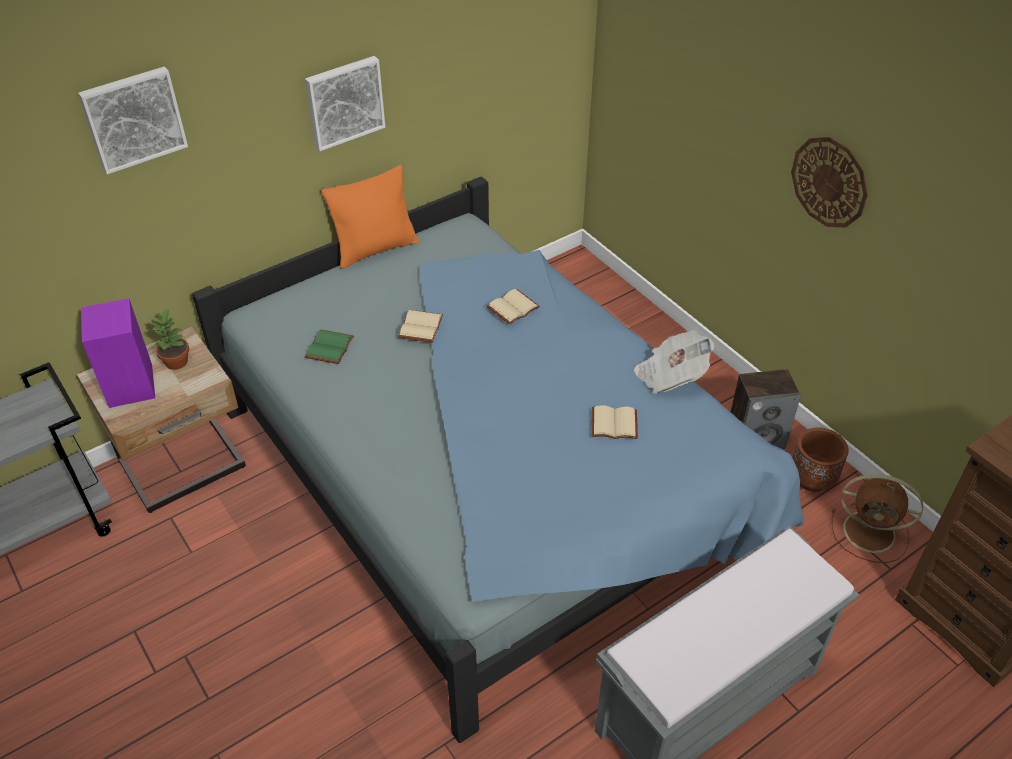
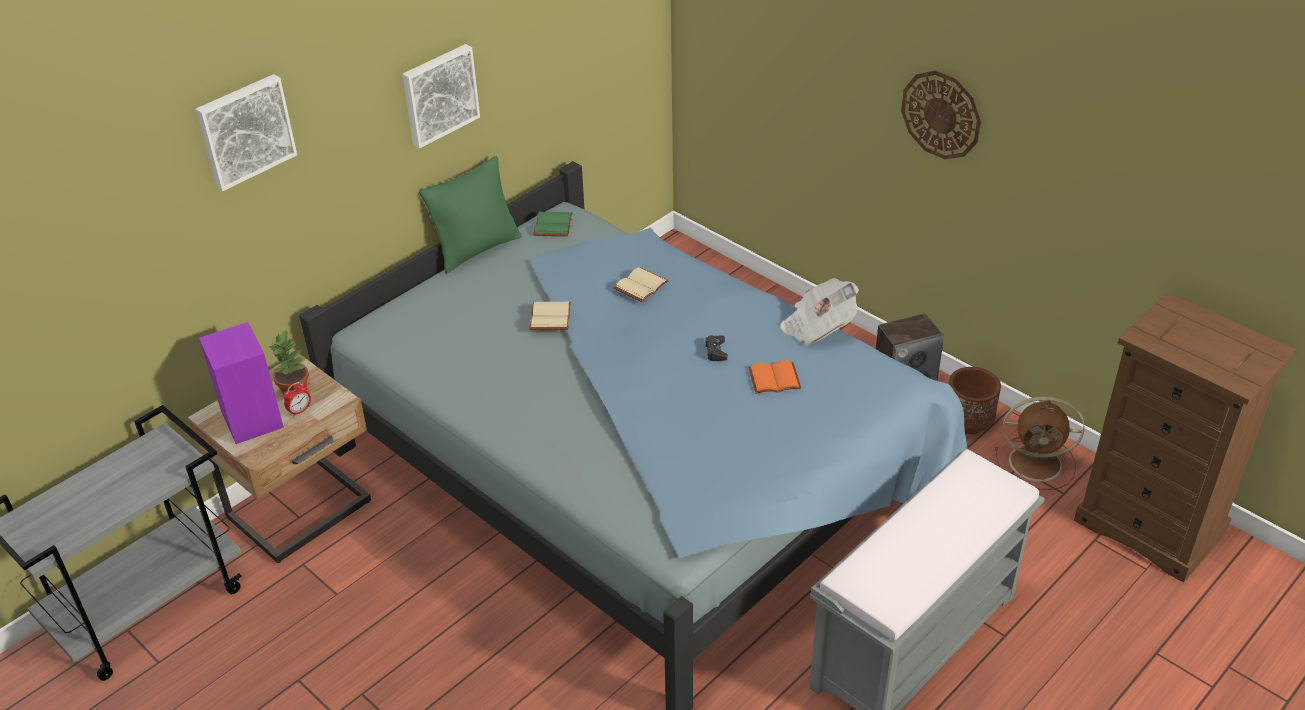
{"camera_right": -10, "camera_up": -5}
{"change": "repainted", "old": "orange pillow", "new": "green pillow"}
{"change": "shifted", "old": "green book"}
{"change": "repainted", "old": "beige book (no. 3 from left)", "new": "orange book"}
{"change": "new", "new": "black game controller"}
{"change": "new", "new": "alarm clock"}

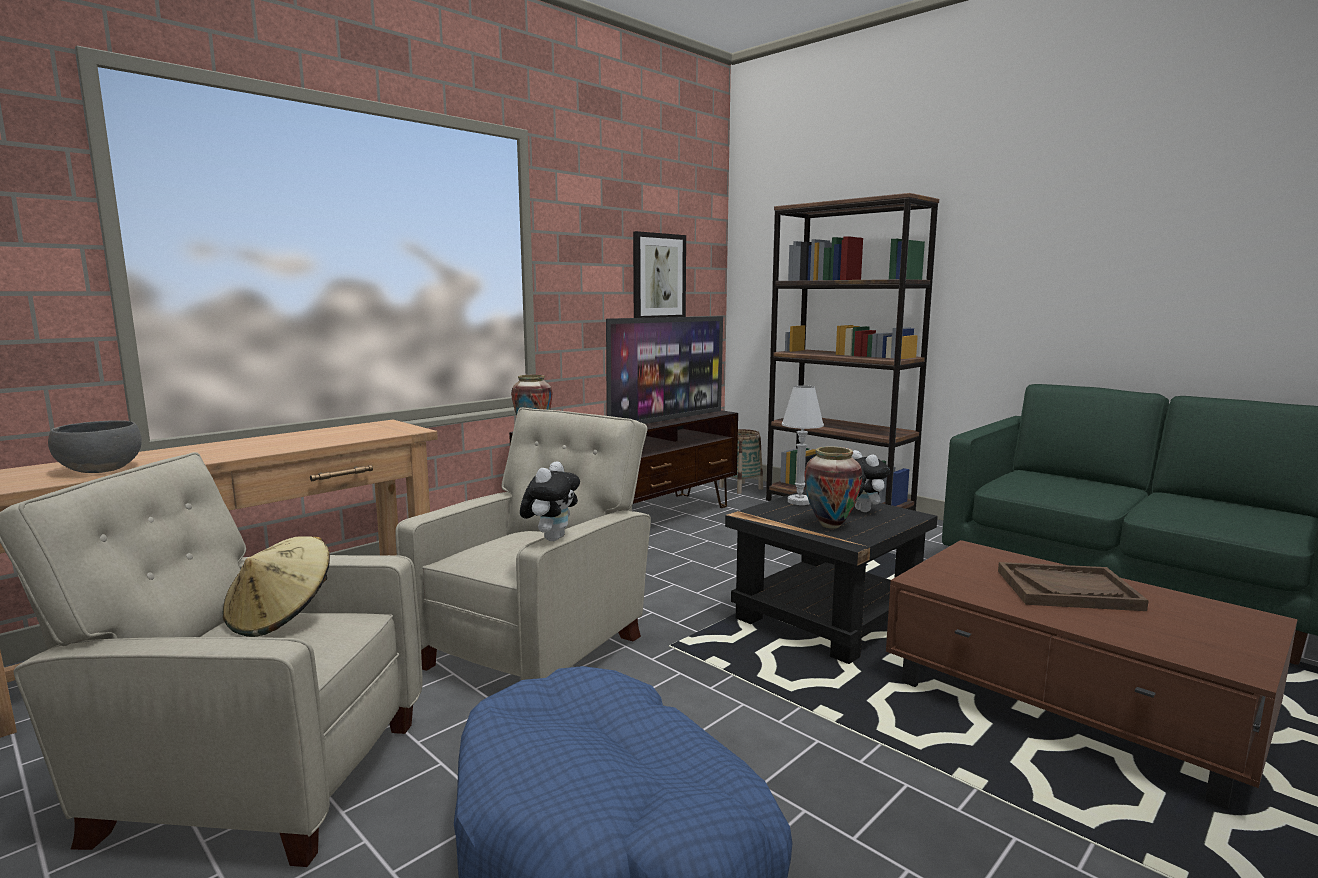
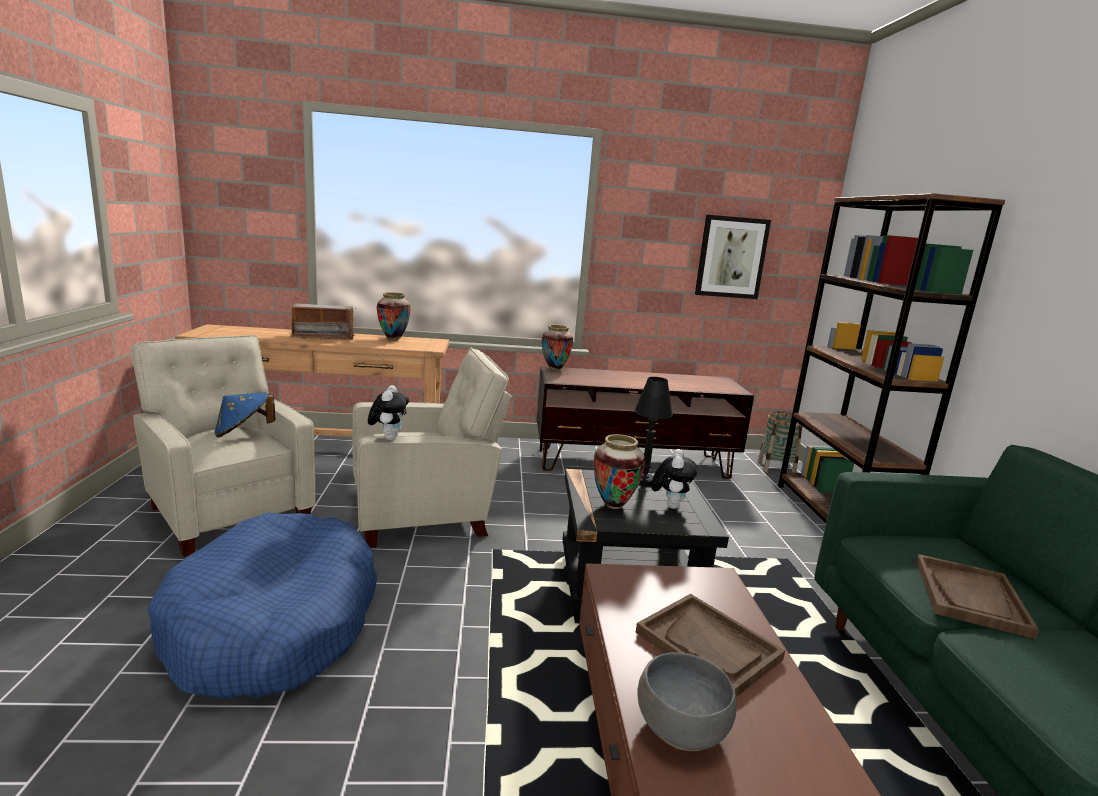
{"camera_right": 40, "camera_up": 5}
{"change": "gone", "old": "television"}
{"change": "repainted", "old": "white table lamp", "new": "black table lamp"}
{"change": "shifted", "old": "grey bowl"}
{"change": "rotated", "old": "plush toy (no. 1 from left)", "degrees": -60}
{"change": "repainted", "old": "beige hat", "new": "blue hat"}
{"change": "new", "new": "vase (no. 1 from left)"}
{"change": "new", "new": "radio"}
{"change": "new", "new": "brown tray (no. 2 from left)"}

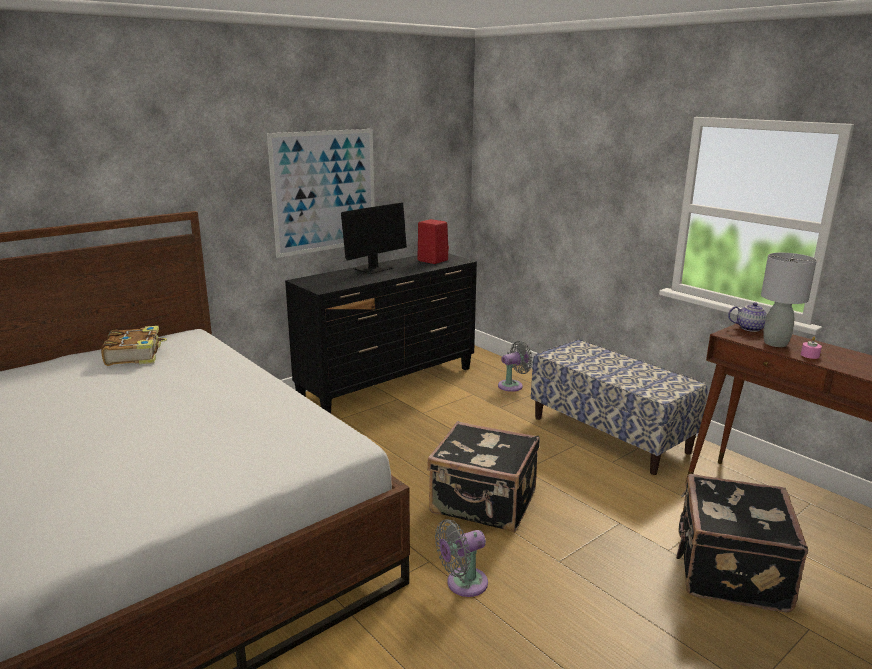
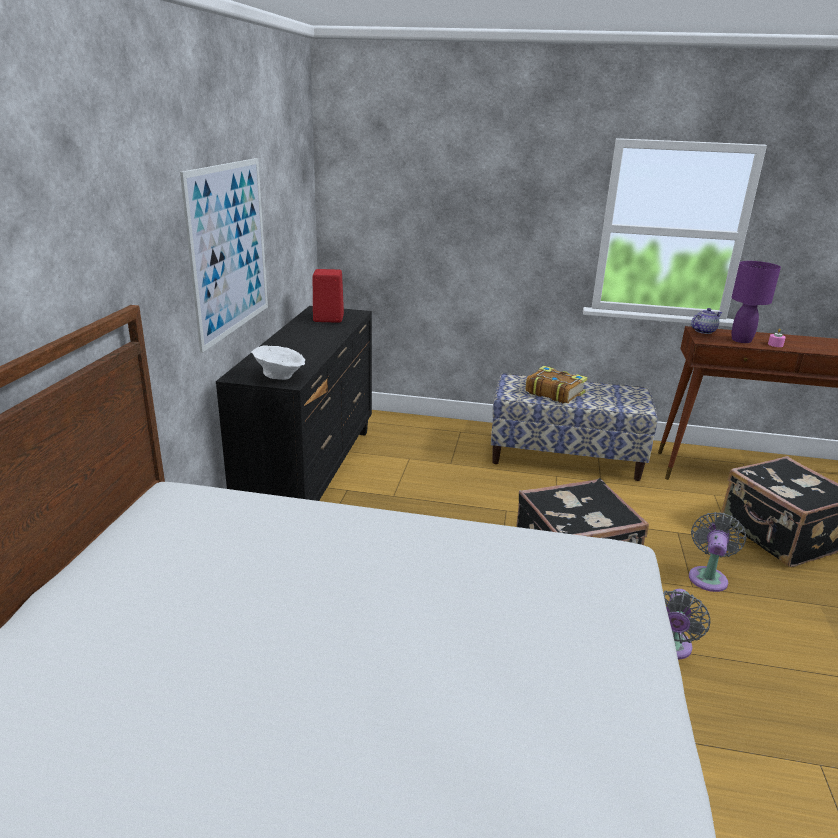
{"camera_right": -40, "camera_up": 5}
{"change": "gone", "old": "monitor"}
{"change": "repainted", "old": "grey table lamp", "new": "purple table lamp"}
{"change": "shifted", "old": "book"}
{"change": "shifted", "old": "grey fan (no. 2 from left)"}
{"change": "new", "new": "white bowl"}

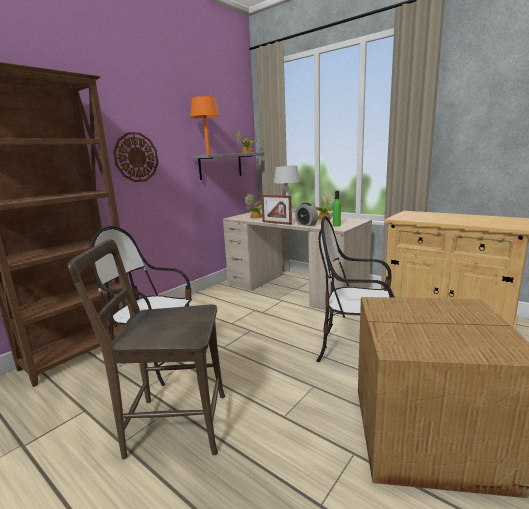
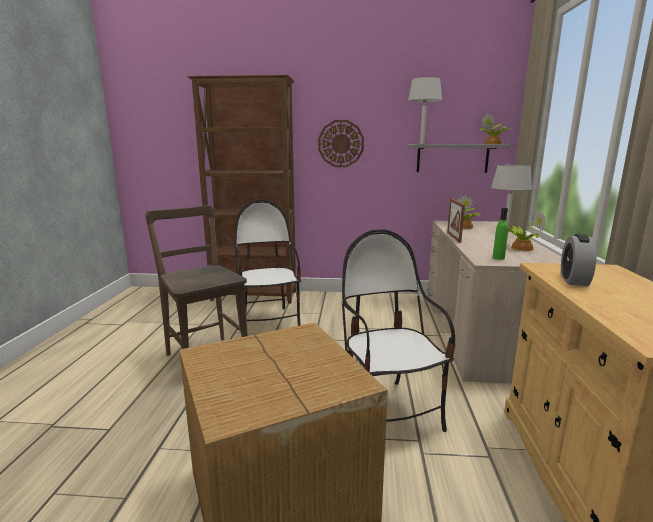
{"camera_right": 55, "camera_up": 0}
{"change": "repainted", "old": "orange table lamp", "new": "grey table lamp (no. 1 from left)"}
{"change": "shifted", "old": "alarm clock"}

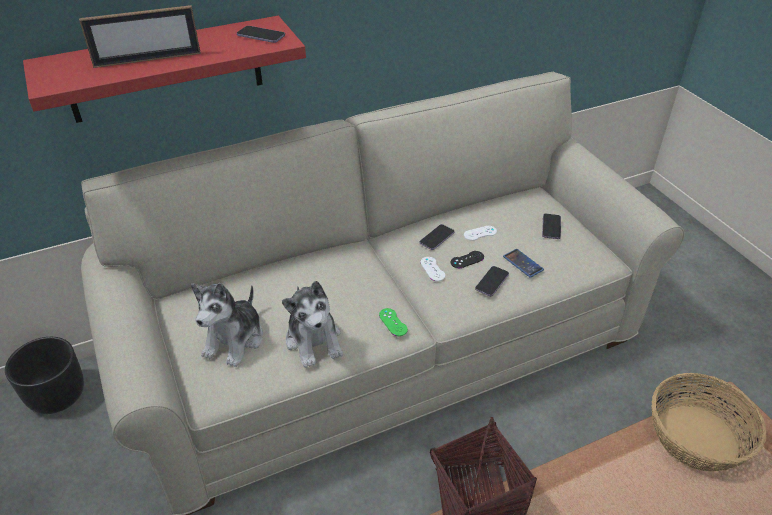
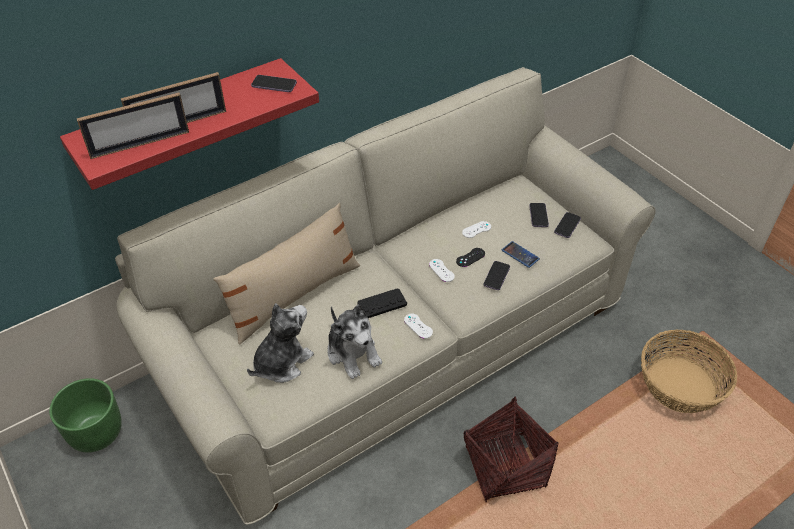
{"camera_right": -10, "camera_up": 5}
{"change": "shifted", "old": "phone (no. 2 from left in the first image)", "new": "phone (no. 5 from left)"}
{"change": "rotated", "old": "plush toy (no. 1 from left)", "degrees": -150}
{"change": "repainted", "old": "green game controller", "new": "white game controller (no. 1 from left)"}
{"change": "repainted", "old": "black planter", "new": "green planter"}
{"change": "new", "new": "picture frame (no. 1 from left)"}
{"change": "new", "new": "beige pillow"}
{"change": "new", "new": "black game controller (no. 1 from left)"}

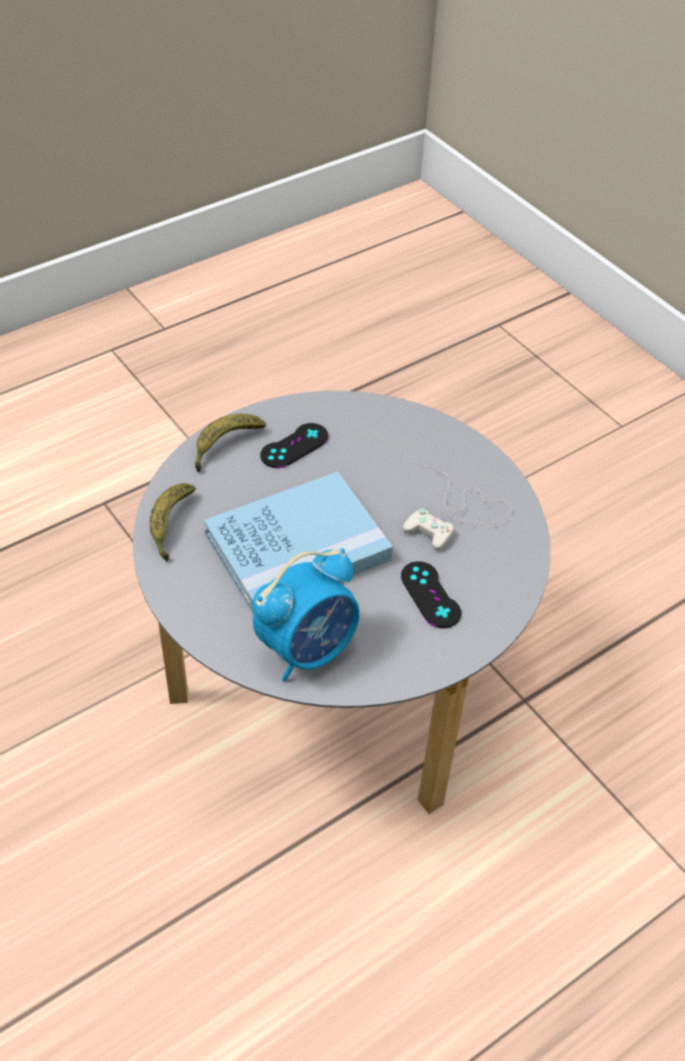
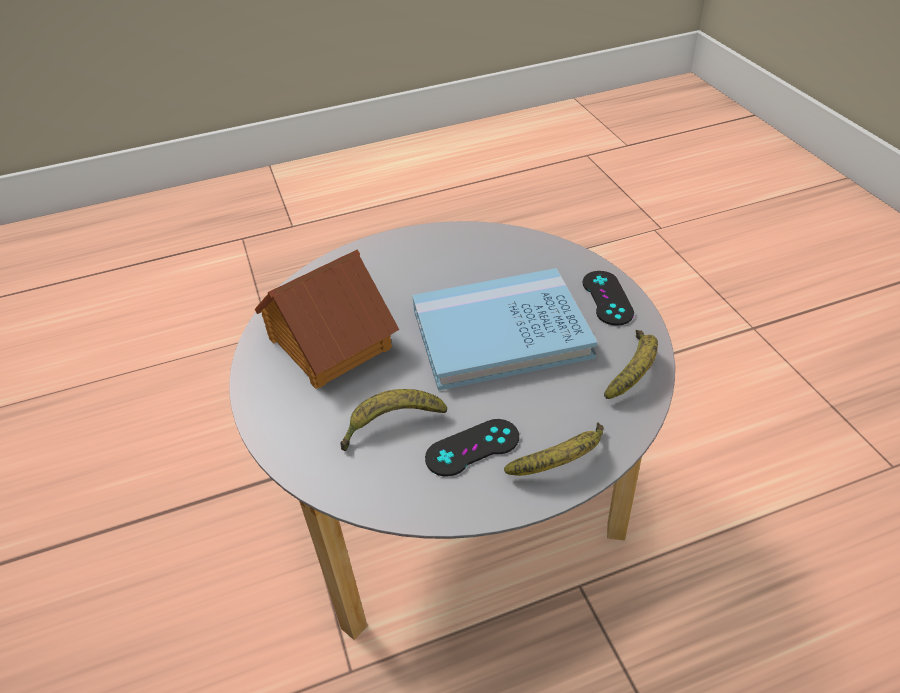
{"camera_right": -160, "camera_up": -5}
{"change": "swapped", "old": "white game controller", "new": "toy house"}
{"change": "gone", "old": "alarm clock"}
{"change": "shifted", "old": "black game controller (no. 2 from left)"}
{"change": "new", "new": "banana (no. 1 from left)"}

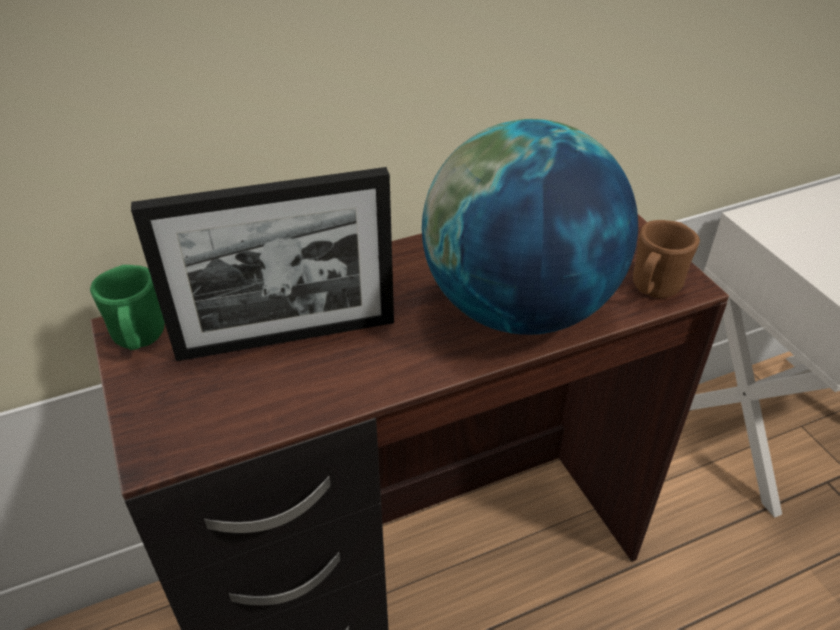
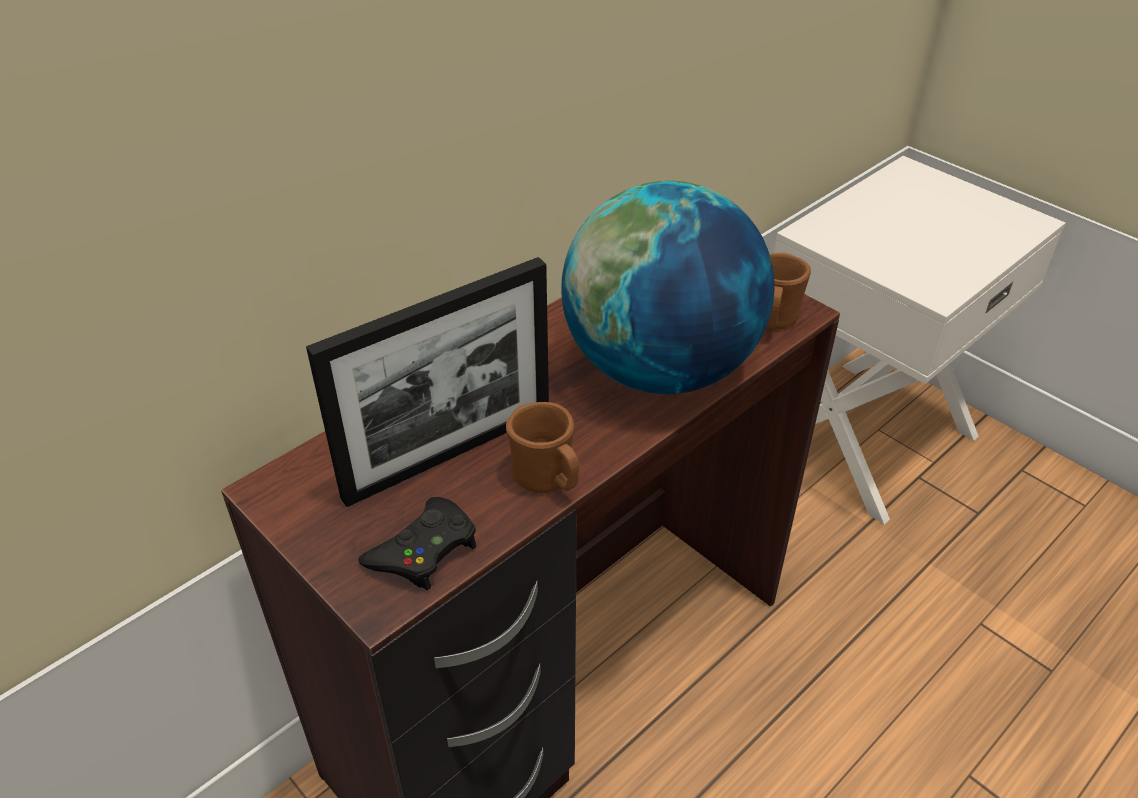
{"camera_right": -20, "camera_up": 0}
{"change": "gone", "old": "green mug"}
{"change": "new", "new": "brown mug (no. 1 from left)"}
{"change": "new", "new": "black game controller"}

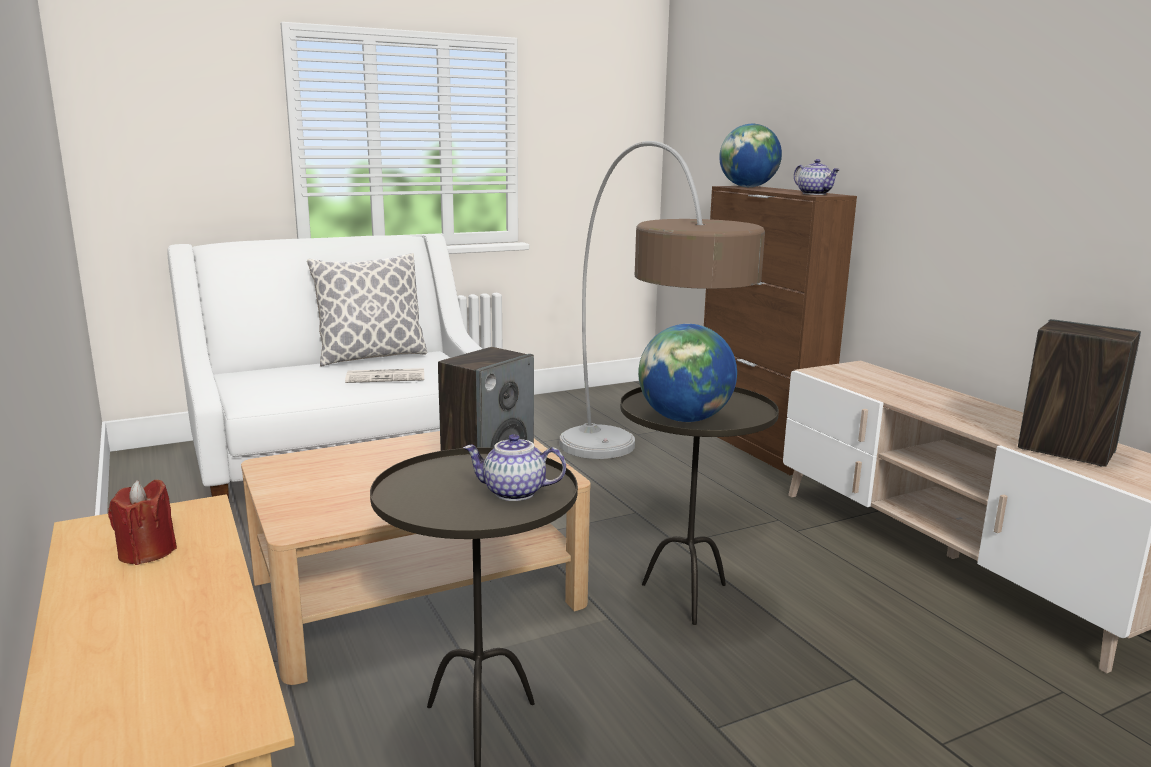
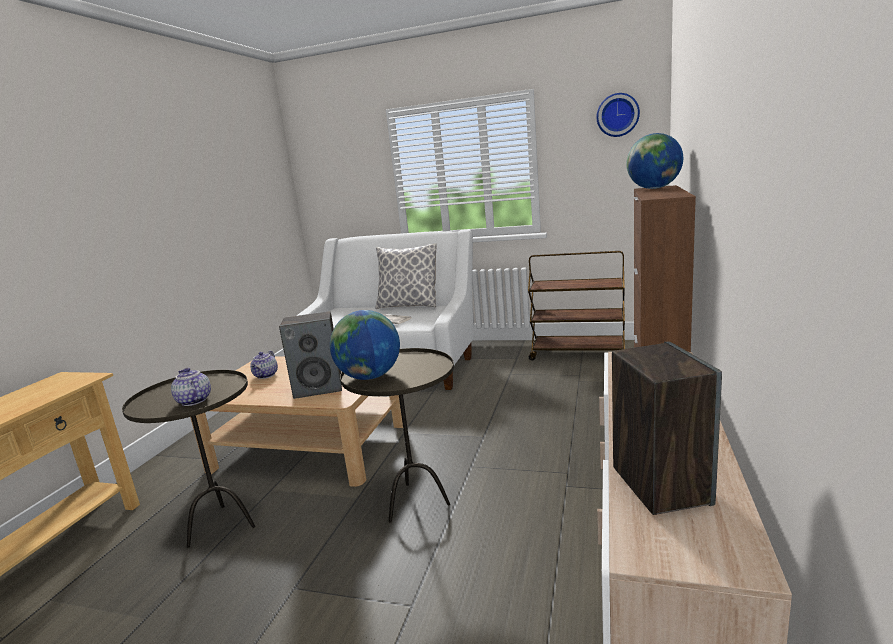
{"camera_right": 45, "camera_up": 0}
{"change": "gone", "old": "floor lamp"}
{"change": "shifted", "old": "teapot (no. 2 from left)"}
{"change": "gone", "old": "red candle"}
{"change": "new", "new": "wall clock"}
{"change": "new", "new": "brown cart"}

